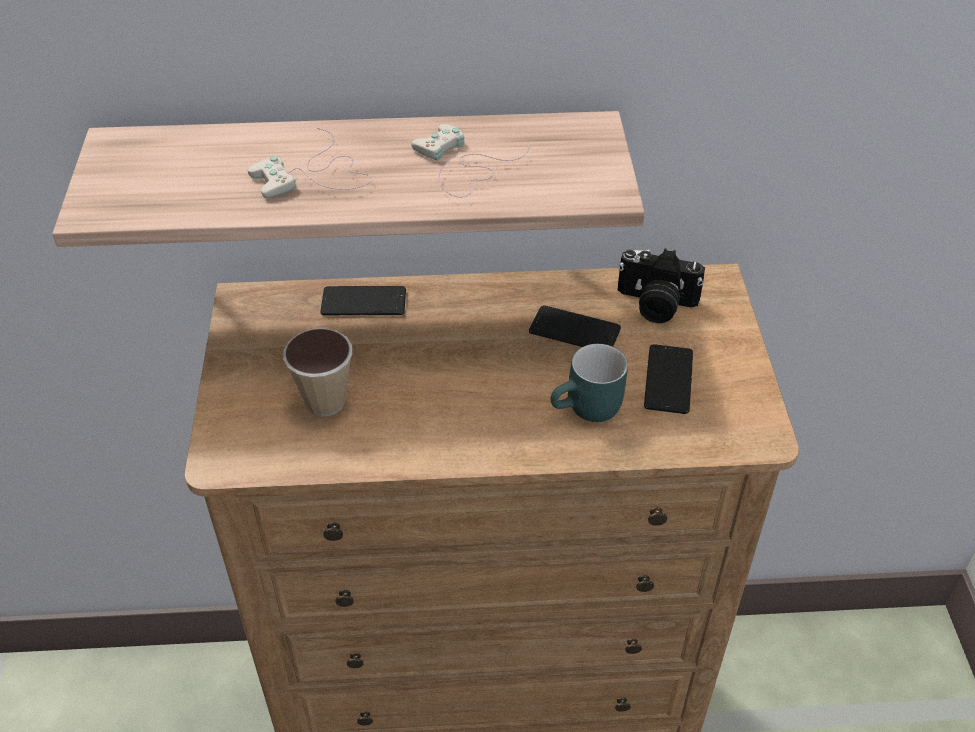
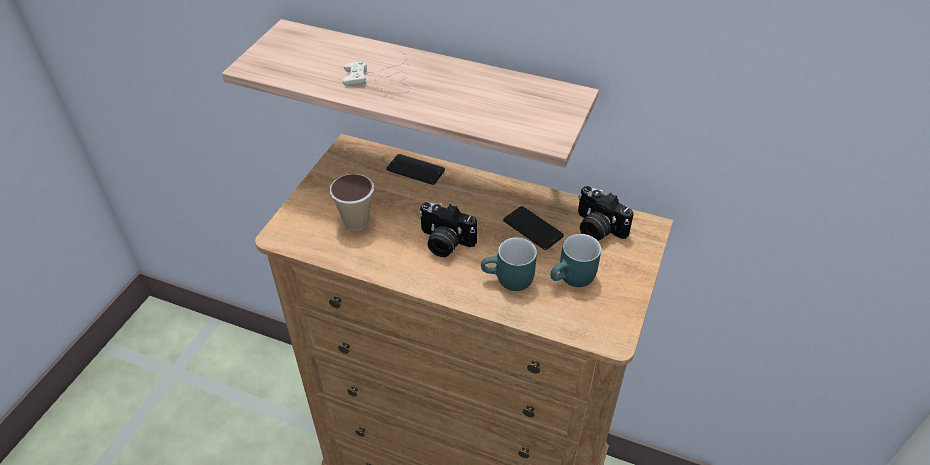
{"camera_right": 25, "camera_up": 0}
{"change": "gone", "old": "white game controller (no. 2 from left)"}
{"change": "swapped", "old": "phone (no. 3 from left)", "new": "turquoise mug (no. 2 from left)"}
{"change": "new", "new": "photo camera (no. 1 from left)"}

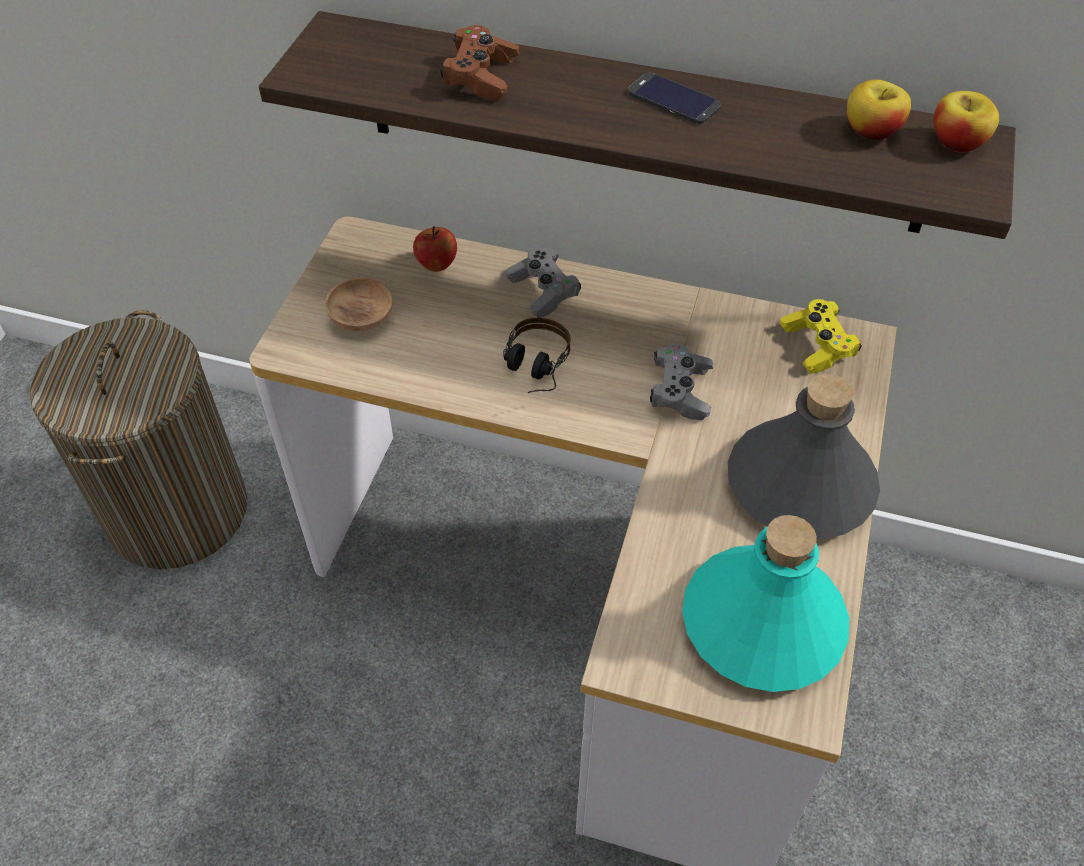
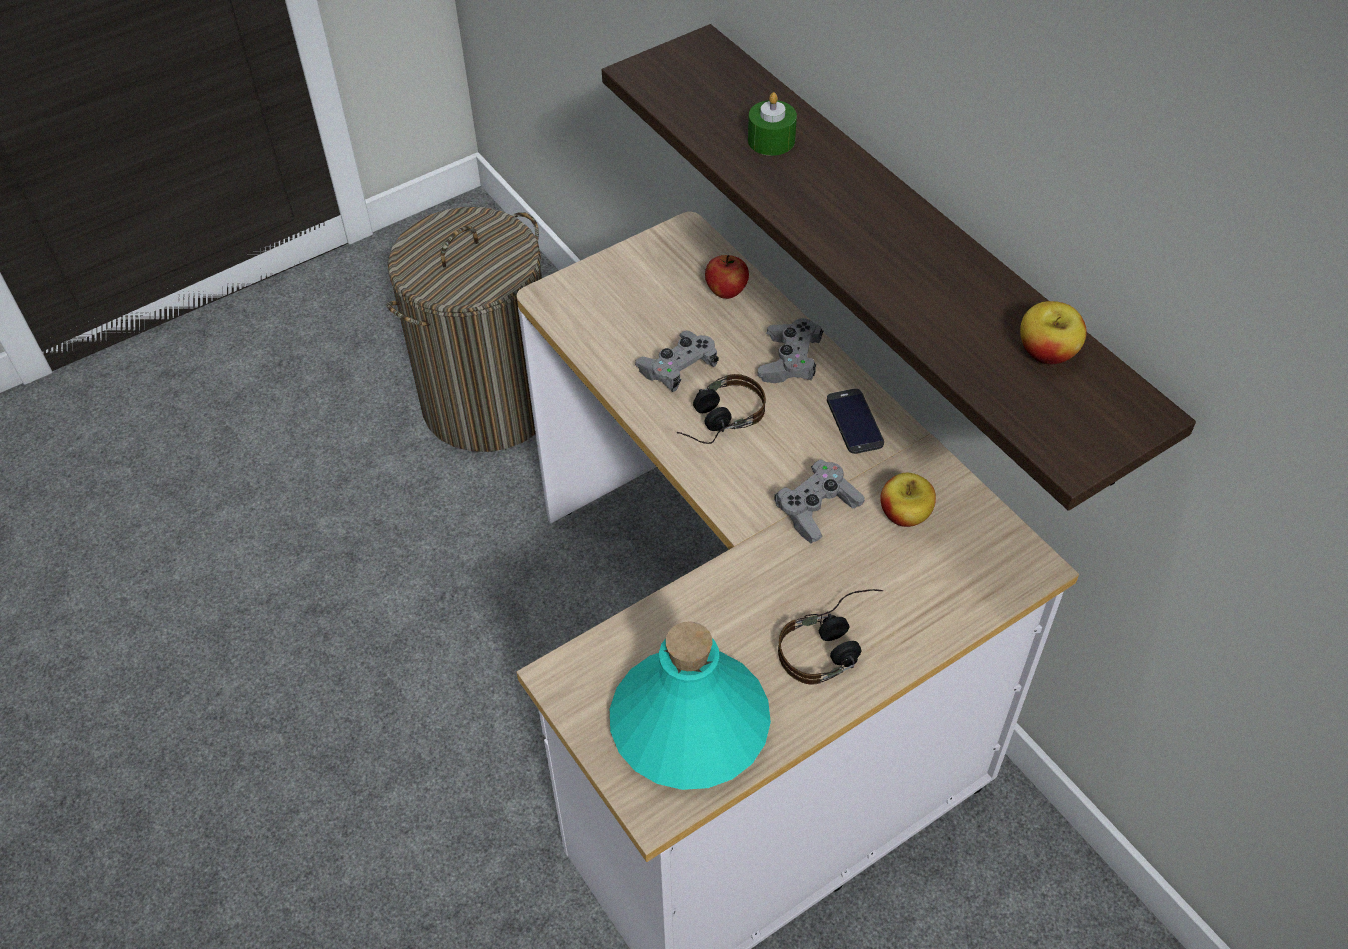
{"camera_right": 40, "camera_up": 0}
{"change": "swapped", "old": "brown game controller", "new": "green candle"}
{"change": "shifted", "old": "phone"}
{"change": "shifted", "old": "apple (no. 3 from left in the first image)", "new": "apple (no. 2 from left)"}
{"change": "gone", "old": "brown bowl"}
{"change": "gone", "old": "yellow game controller"}
{"change": "swapped", "old": "grey bottle", "new": "headphones (no. 2 from left)"}
{"change": "new", "new": "grey game controller (no. 1 from left)"}

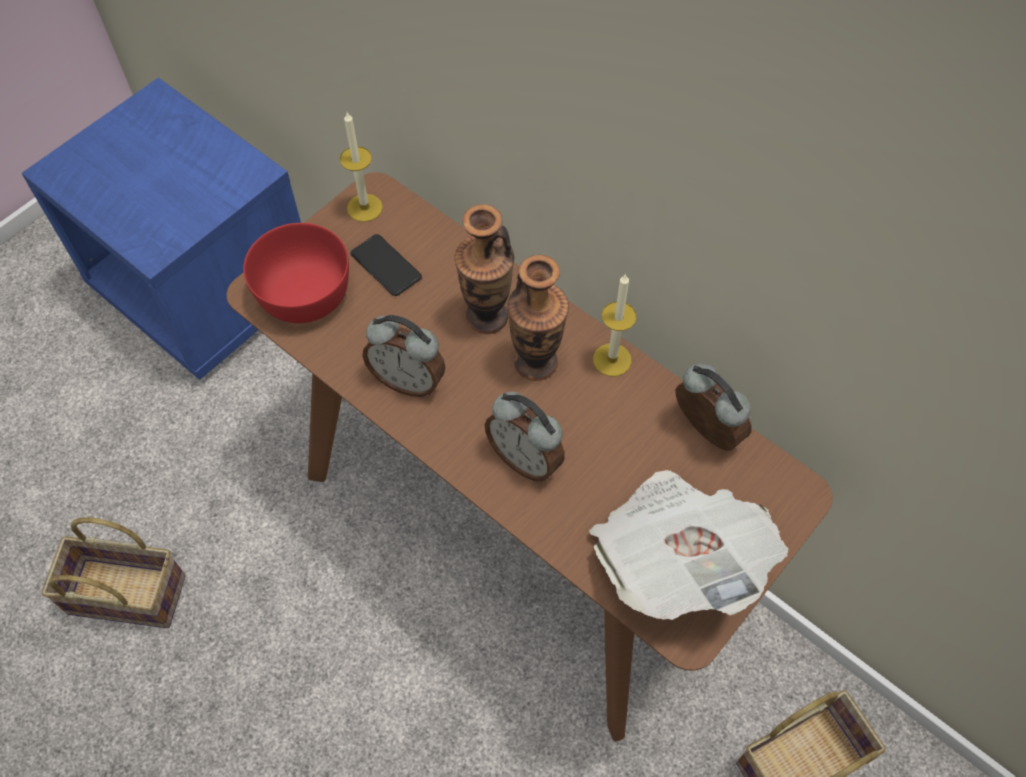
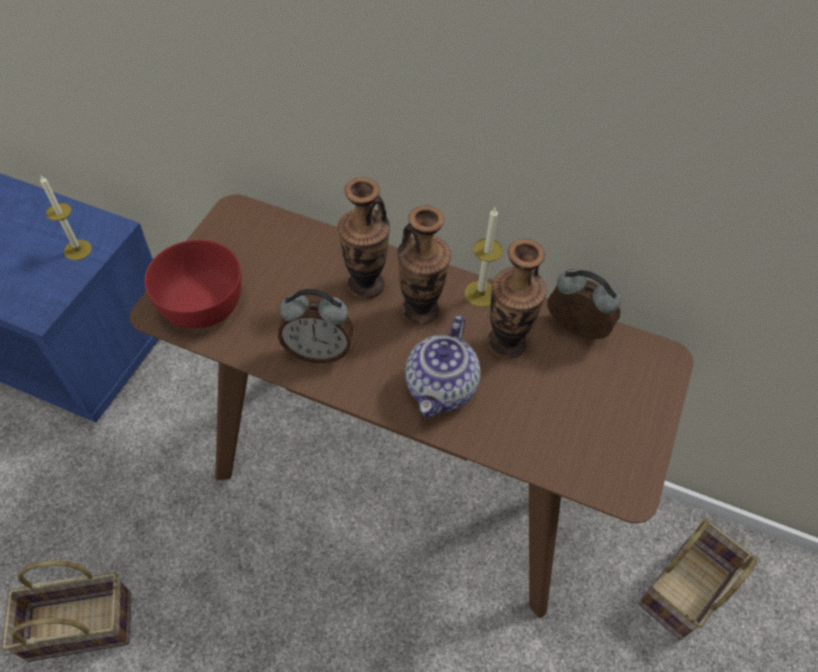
{"camera_right": -20, "camera_up": -5}
{"change": "shifted", "old": "candle (no. 1 from left)"}
{"change": "gone", "old": "phone"}
{"change": "swapped", "old": "alarm clock (no. 2 from left)", "new": "teapot"}
{"change": "gone", "old": "newspaper"}
{"change": "new", "new": "vase (no. 3 from left)"}

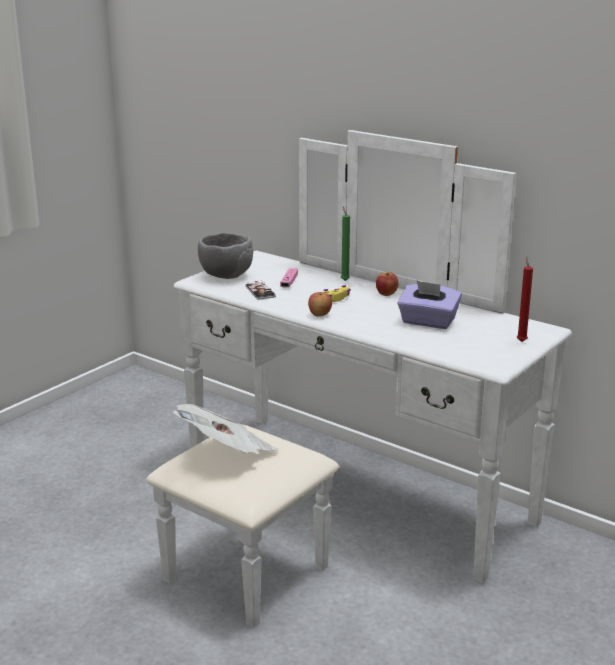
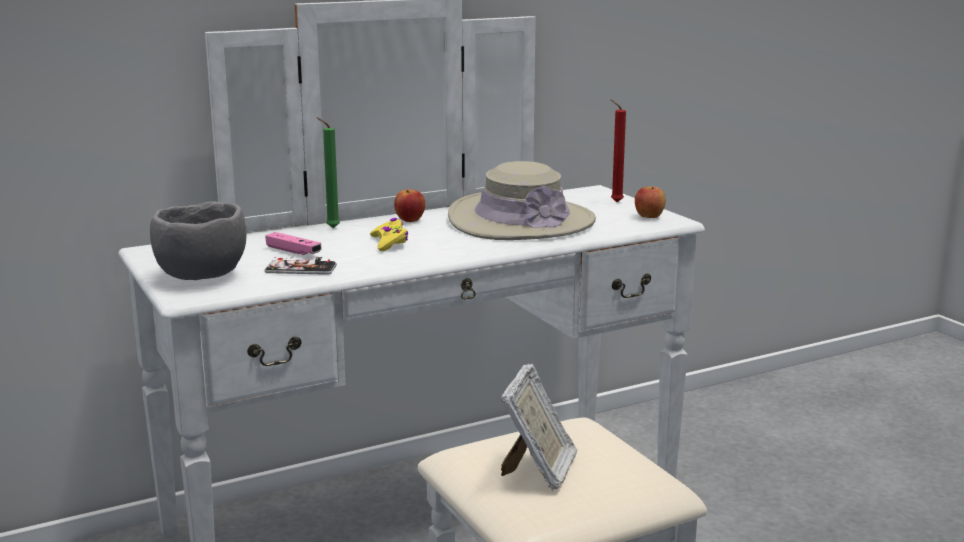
{"camera_right": -65, "camera_up": -5}
{"change": "swapped", "old": "purple tissue box", "new": "beige hat"}
{"change": "shifted", "old": "apple (no. 1 from left in the first image)", "new": "apple (no. 2 from left)"}
{"change": "swapped", "old": "newspaper", "new": "picture frame"}

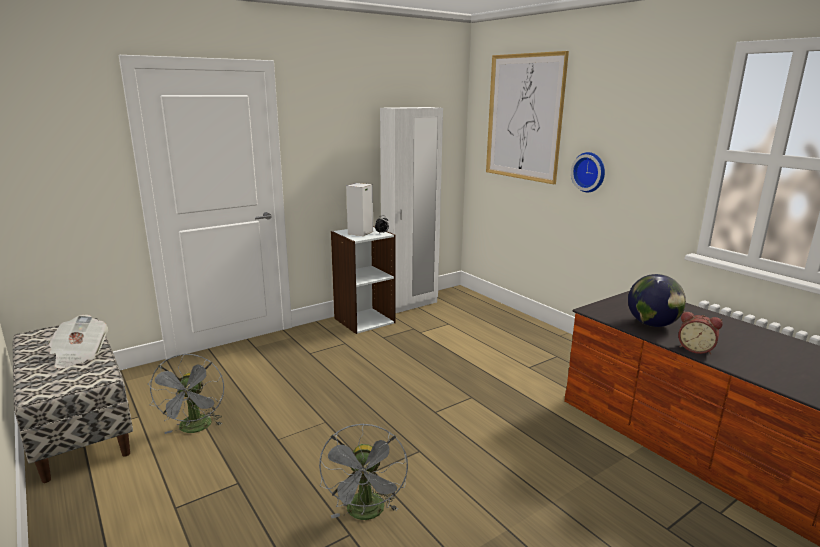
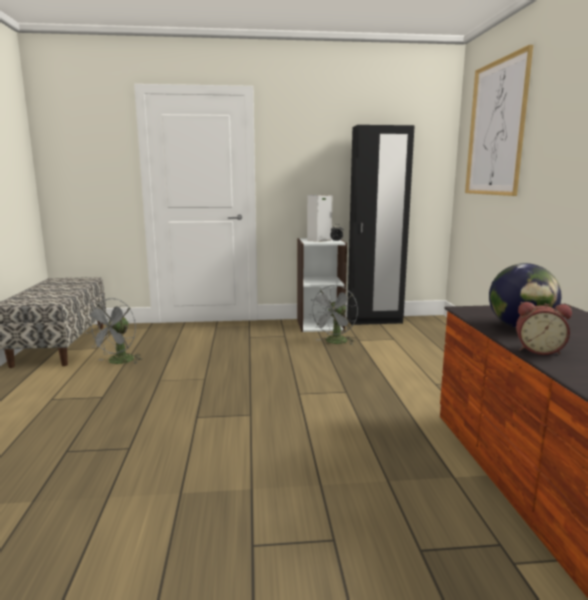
{"camera_right": 30, "camera_up": -5}
{"change": "repainted", "old": "white wardrobe", "new": "black wardrobe"}
{"change": "gone", "old": "wall clock"}
{"change": "rotated", "old": "alarm clock (no. 2 from left)", "degrees": -45}
{"change": "gone", "old": "newspaper"}
{"change": "shifted", "old": "grey fan (no. 2 from left)"}

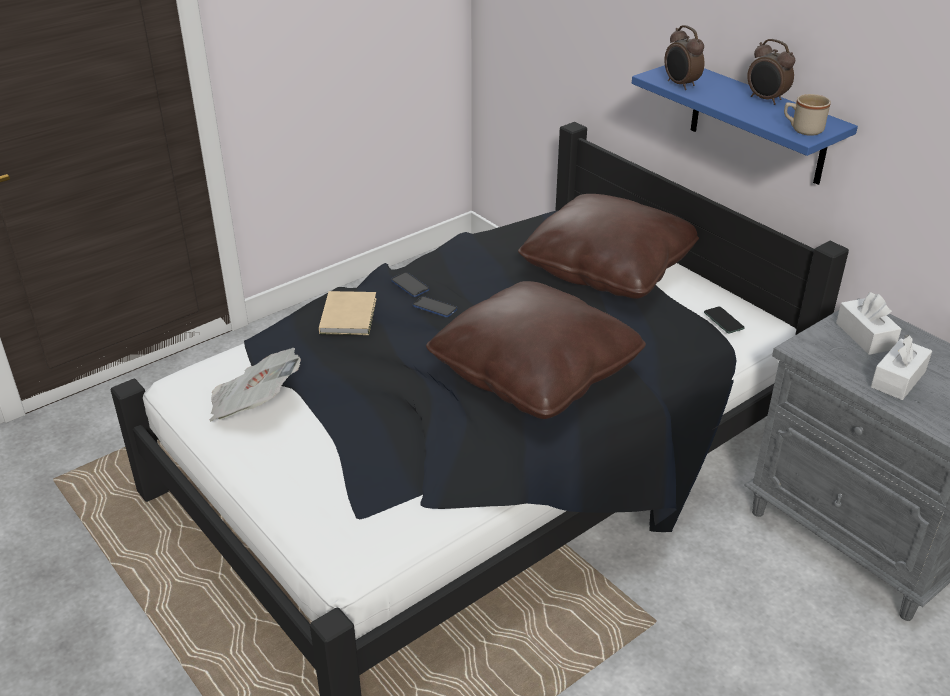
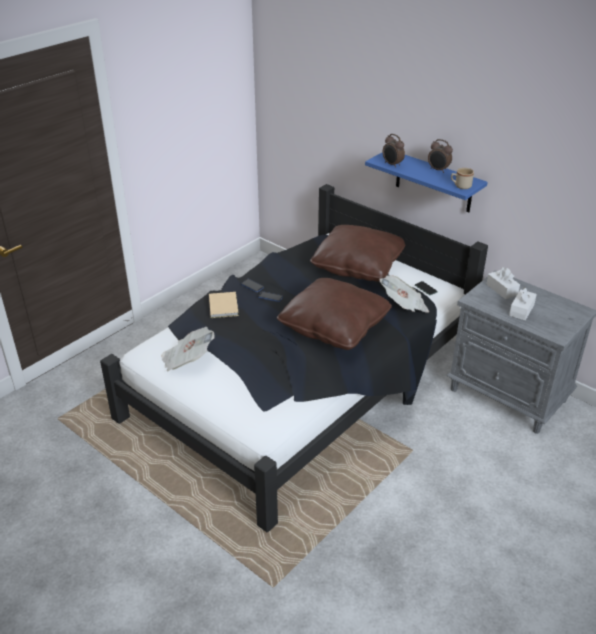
{"camera_right": -10, "camera_up": 0}
{"change": "new", "new": "newspaper (no. 2 from left)"}

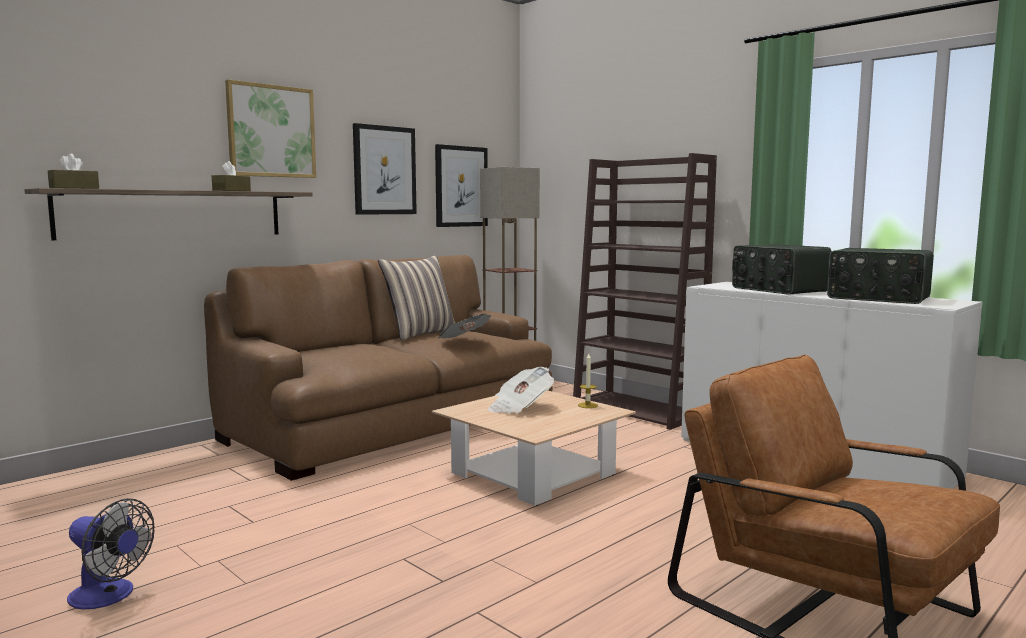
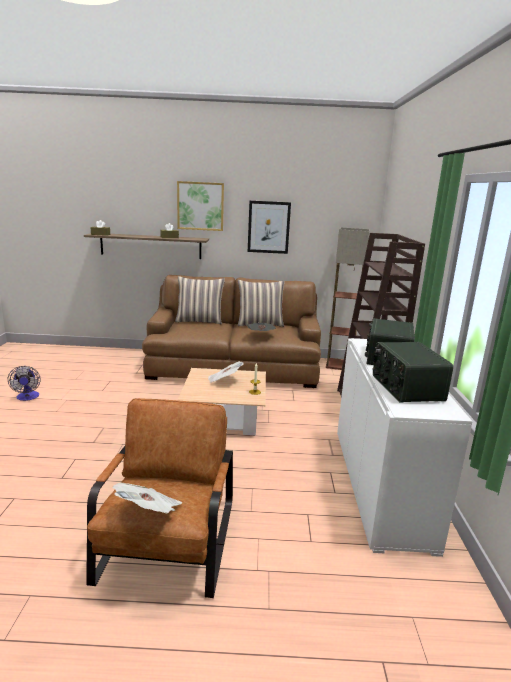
{"camera_right": 45, "camera_up": 10}
{"change": "gone", "old": "picture (no. 3 from left)"}
{"change": "new", "new": "pillow (no. 1 from left)"}
{"change": "new", "new": "newspaper (no. 1 from left)"}

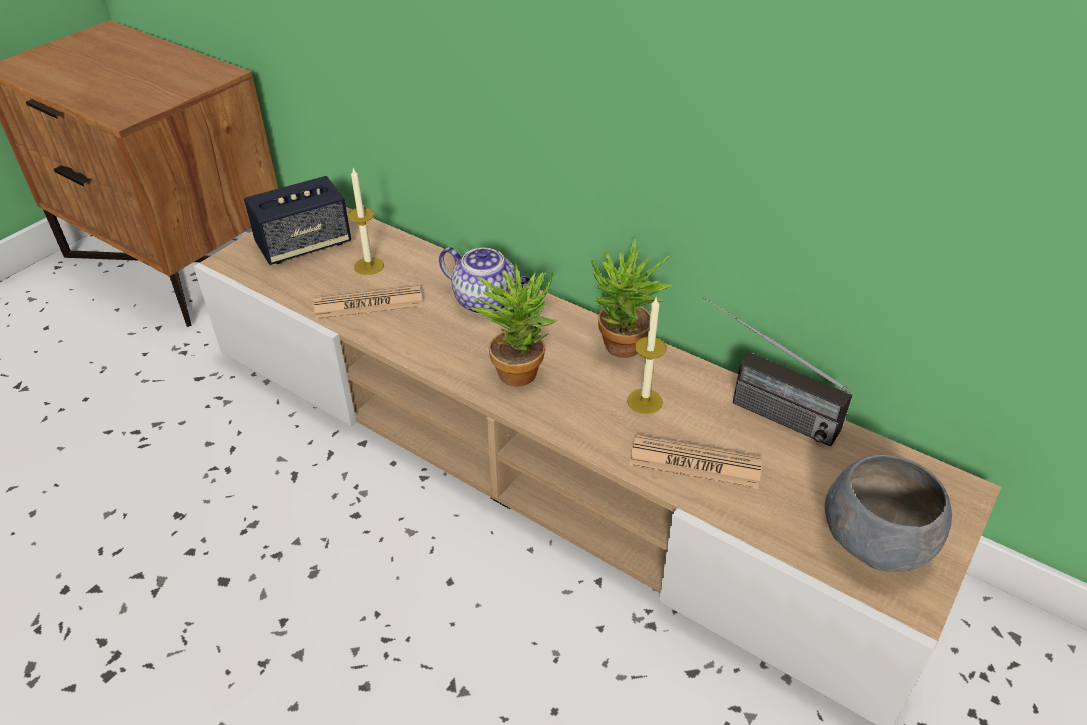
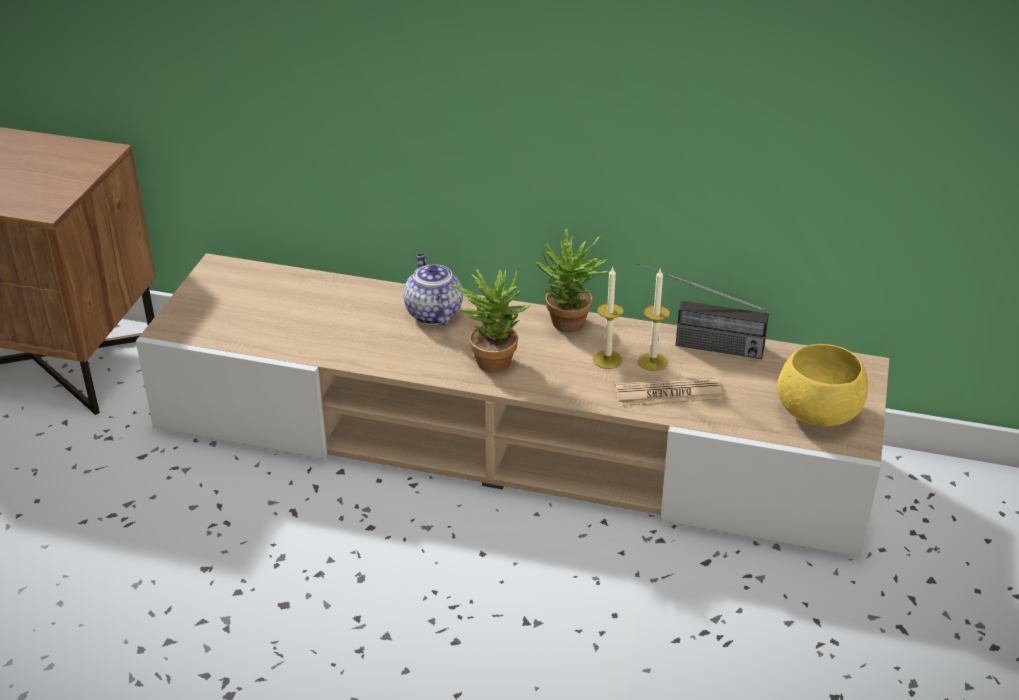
{"camera_right": -20, "camera_up": -5}
{"change": "shifted", "old": "candle (no. 1 from left in the first image)", "new": "candle (no. 2 from left)"}
{"change": "gone", "old": "speaker"}
{"change": "rotated", "old": "teapot", "degrees": -120}
{"change": "gone", "old": "newspaper (no. 1 from left)"}
{"change": "repainted", "old": "grey bowl", "new": "yellow bowl"}

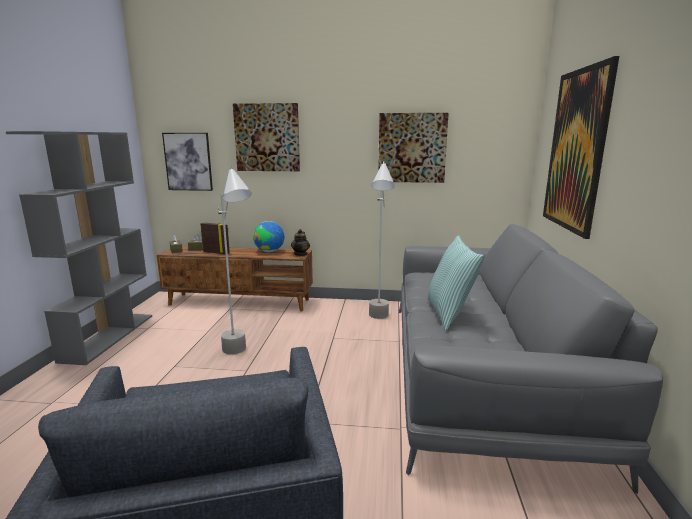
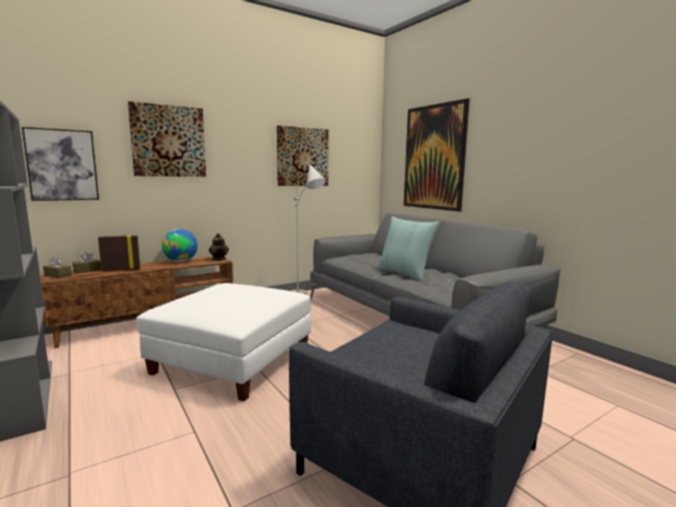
{"camera_right": -40, "camera_up": -5}
{"change": "swapped", "old": "grey floor lamp (no. 1 from left)", "new": "white ottoman"}

